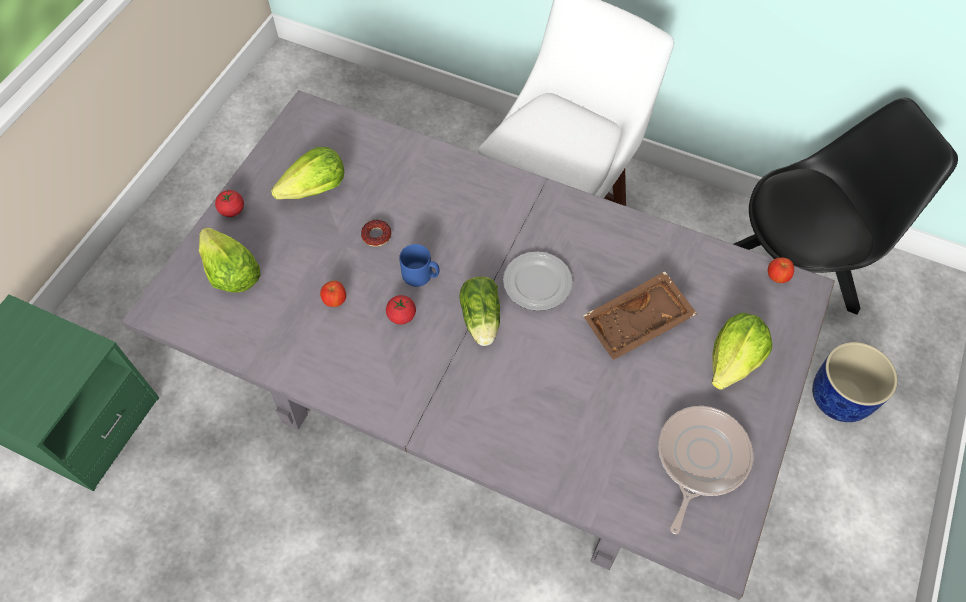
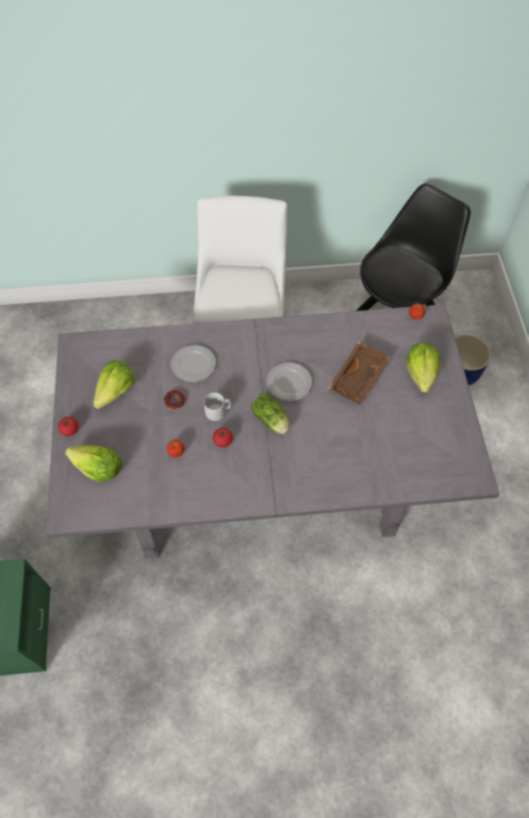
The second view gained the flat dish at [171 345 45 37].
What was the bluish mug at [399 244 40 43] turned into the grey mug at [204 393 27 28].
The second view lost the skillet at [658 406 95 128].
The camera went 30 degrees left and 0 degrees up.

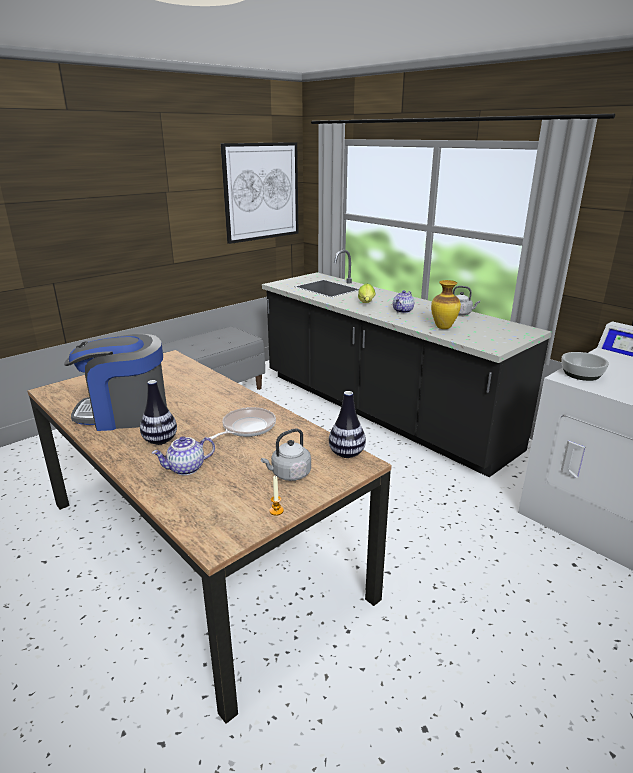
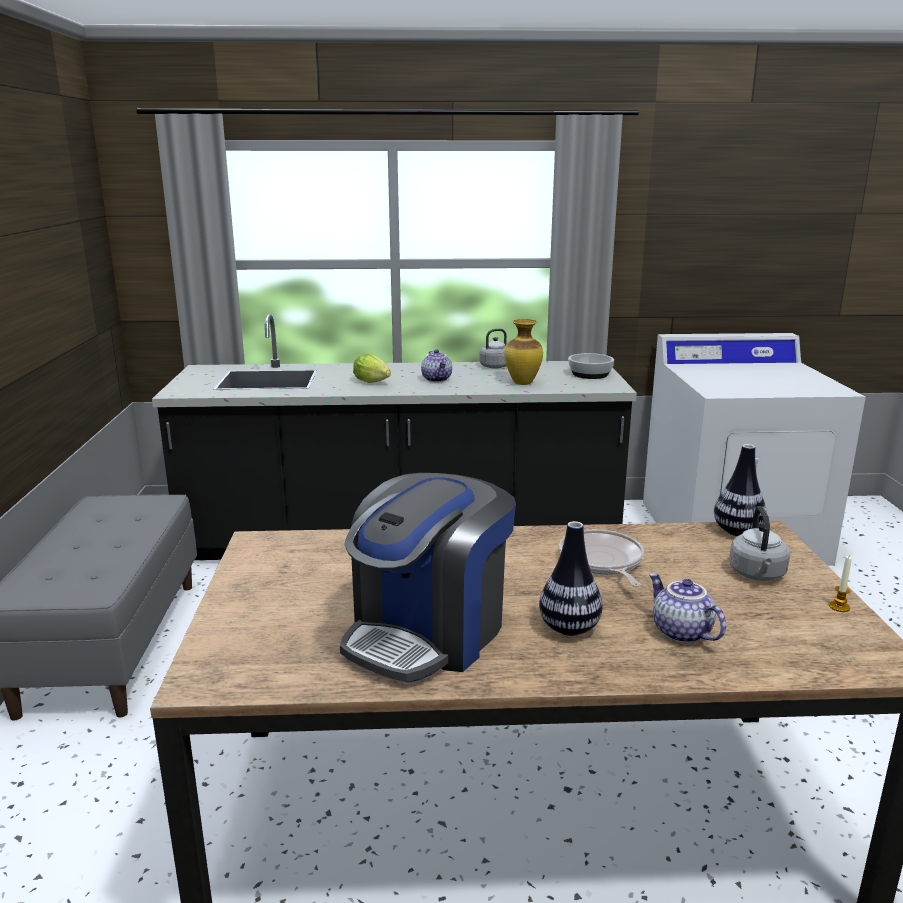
The serving bowl ended up elsewhere, having gone from [561 352 48 29] to [568 353 46 26].
The pot for tea at [152 436 63 39] ended up facing another way, 135 degrees clockwise from before.
The second view lost the picture at [220 142 79 102].
The camera went 50 degrees left and 5 degrees down.

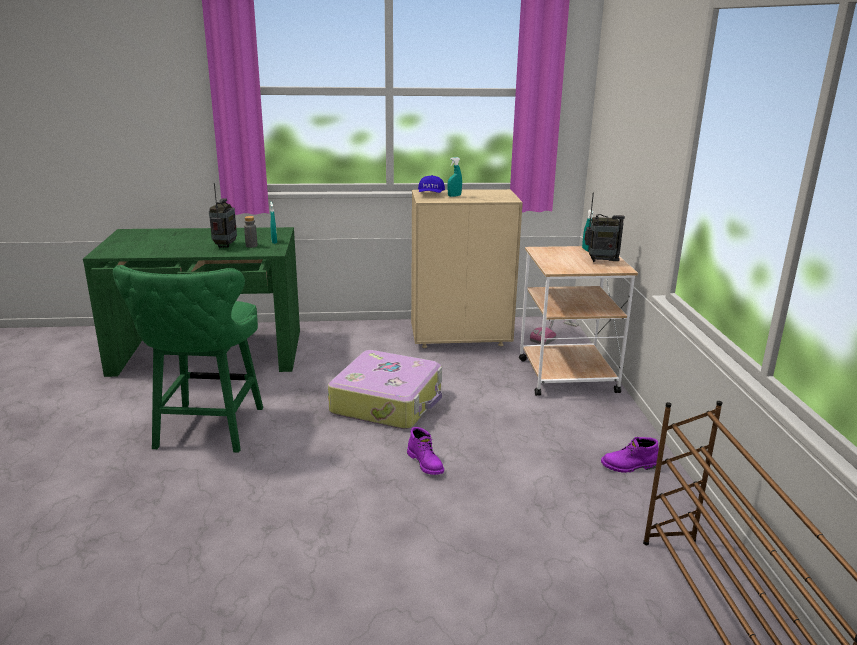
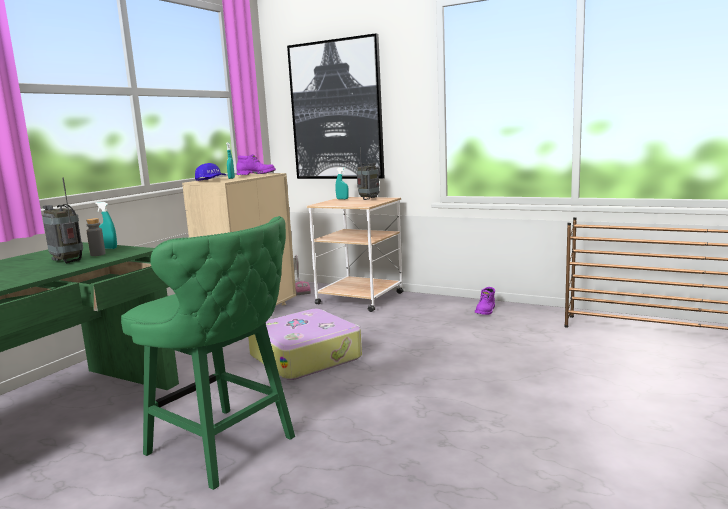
The purple boot ended up elsewhere, having gone from [407 427 37 48] to [237 154 39 21].
The second view gained the picture at [287 33 97 146].
The camera went 55 degrees left and 10 degrees down.

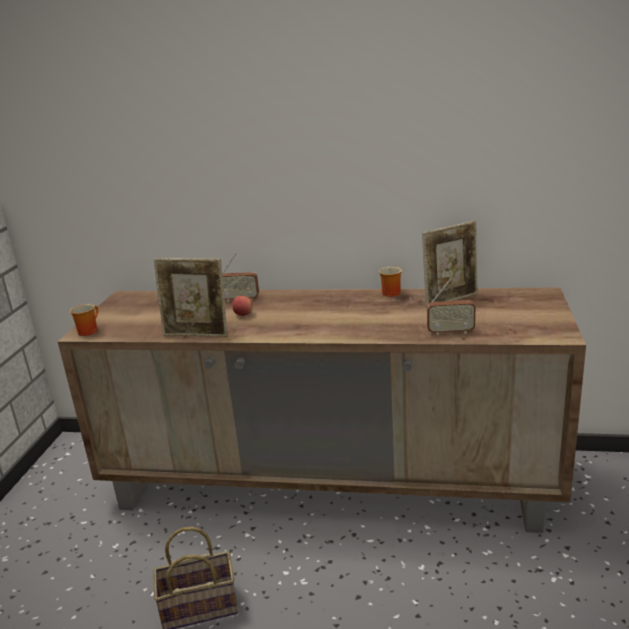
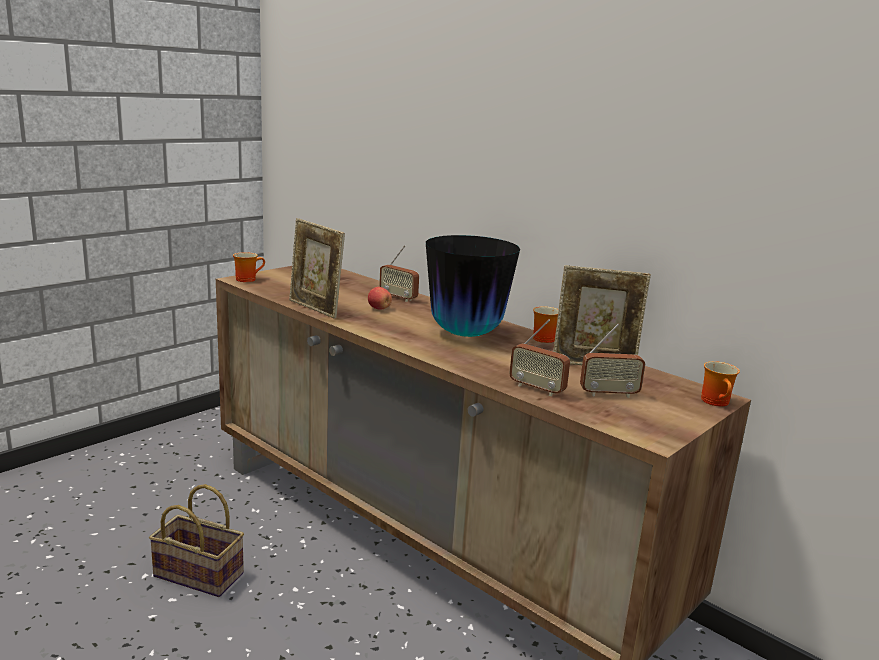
The second view gained the decorative vase at [426 235 94 102].
The second view gained the radio receiver at [580 324 65 74].
The second view gained the mug at [701 361 39 45].
The camera went 30 degrees right and 5 degrees down.

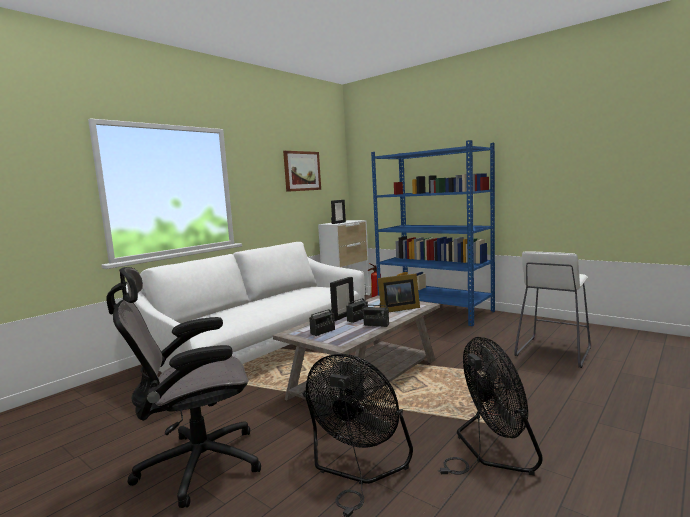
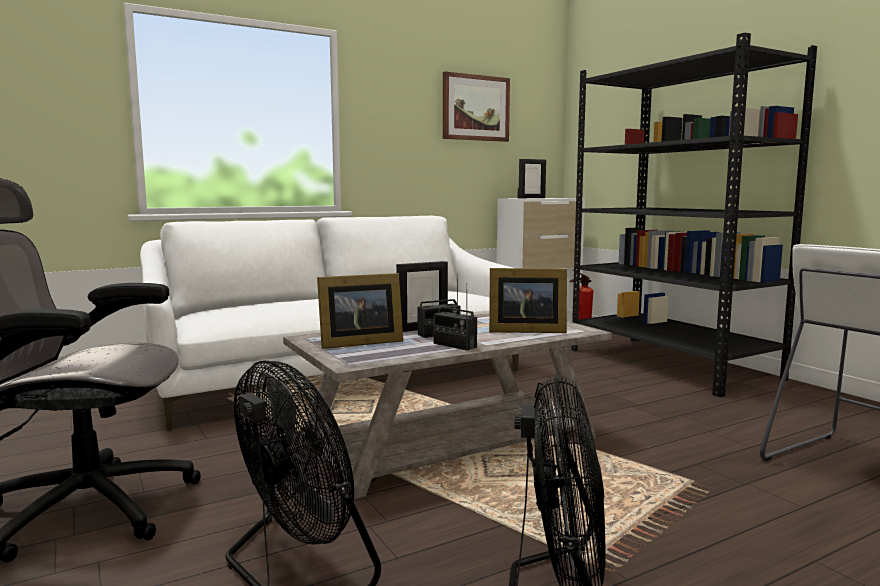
Where the radio receiver stood at [309 300 26 36], the picture frame came to stand at [317 273 86 76].
What was the bluish bookshelf at [371 140 124 186] turned into the black-coloured bookshelf at [571 33 246 364].
The camera went 20 degrees right and 0 degrees up.

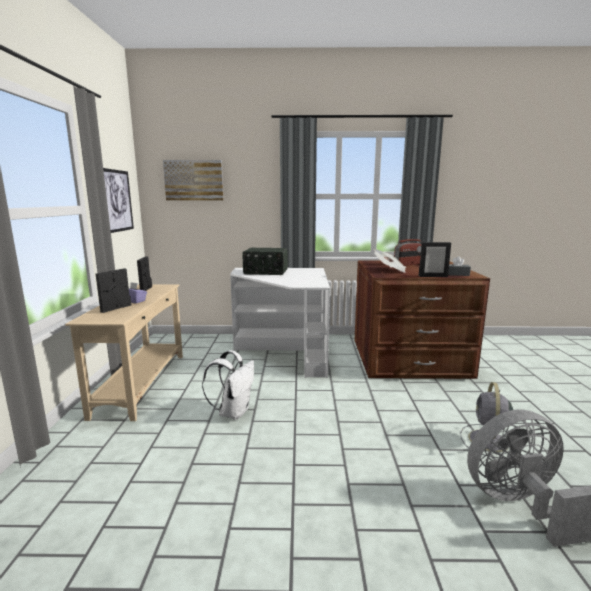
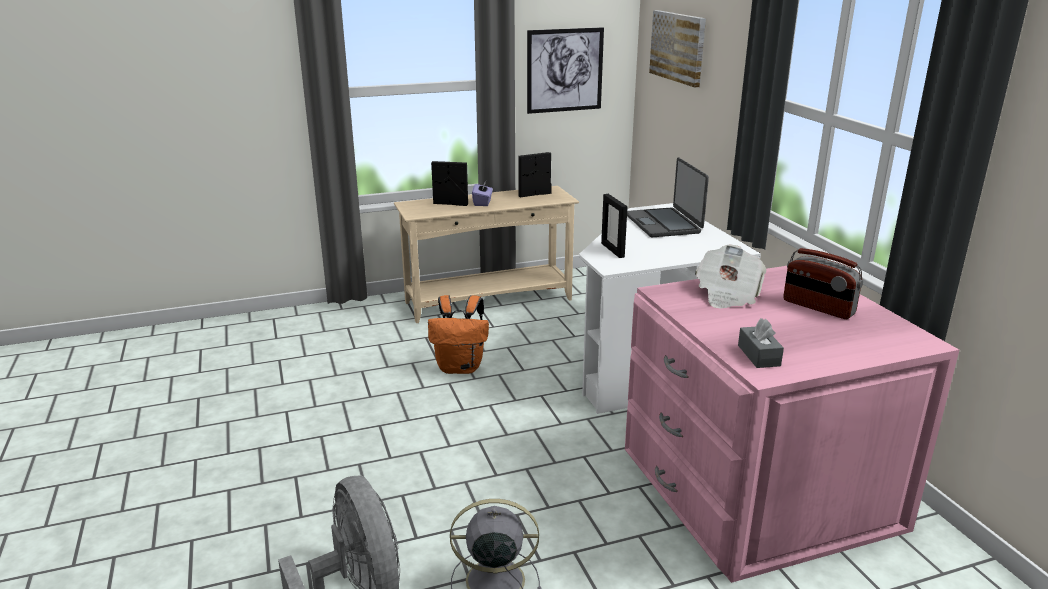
What was the white-coloured backpack at [202 350 52 70] turned into the orangey backpack at [428 295 61 79].
The picture frame ended up elsewhere, having gone from [419 242 32 35] to [601 194 27 64].
What was the brown chest of drawers at [354 260 136 119] turned into the pink chest of drawers at [625 266 334 317].
Where the radio receiver stood at [242 248 46 27], the laptop came to stand at [627 157 82 80].
The camera went 70 degrees right and 10 degrees up.

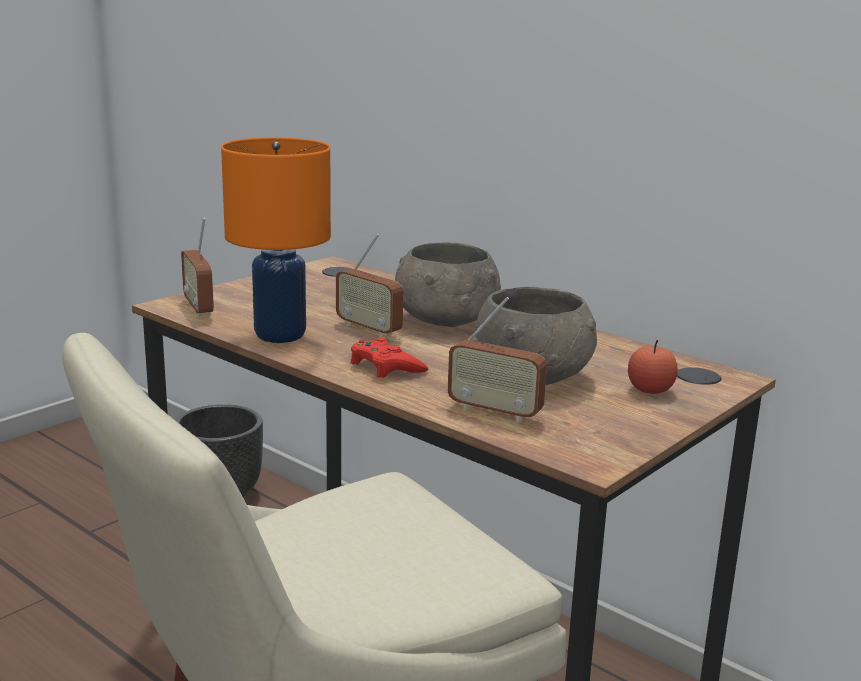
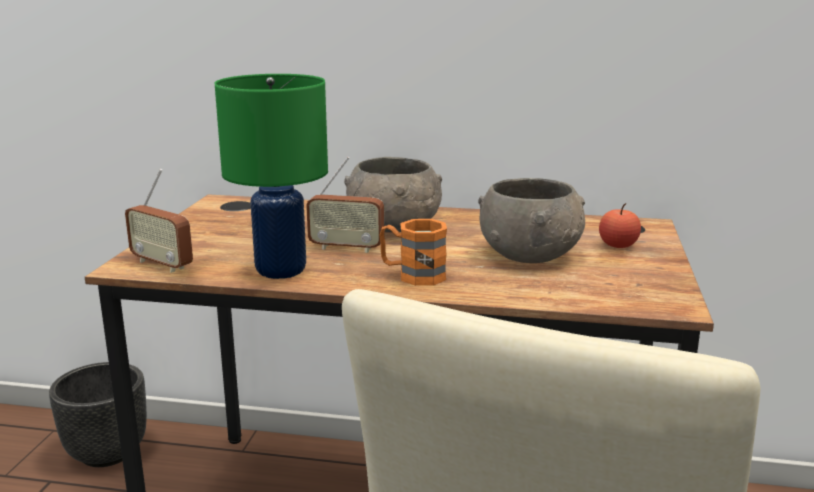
What was the orangey lamp for a table at [221 137 110 206] turned into the green lamp for a table at [215 74 113 205].
Where the red joypad stood at [351 338 77 40], the orangey mug came to stand at [380 219 67 67].
The second view lost the radio receiver at [448 297 99 126].
The camera went 30 degrees left and 0 degrees up.

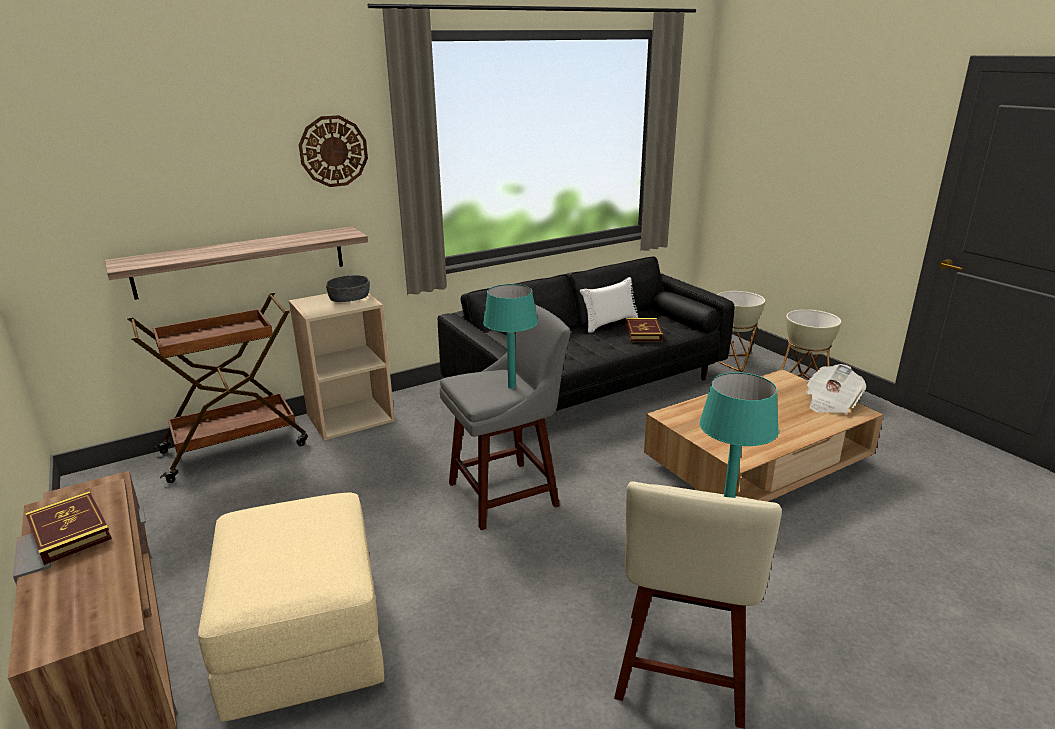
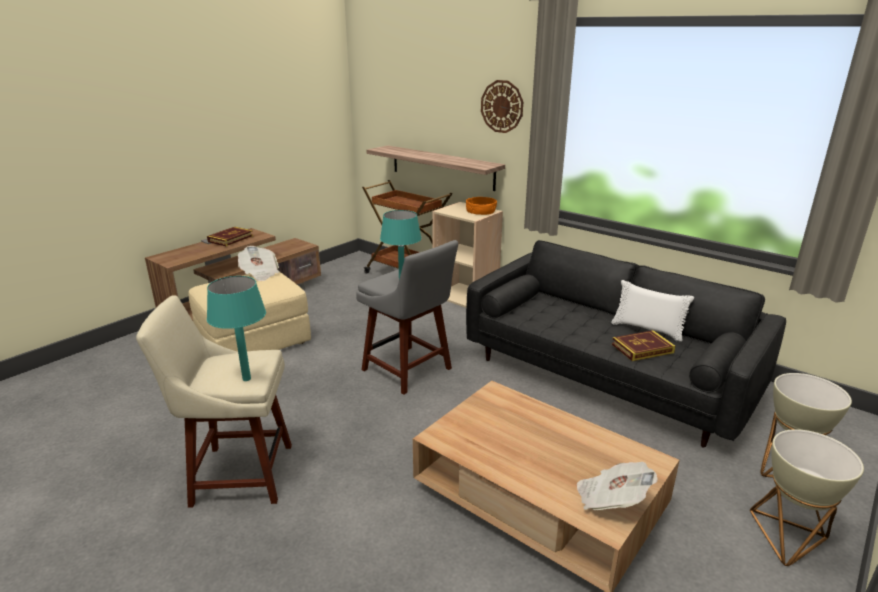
The second view gained the printed paper at [238 246 41 35].
What was the grey serving bowl at [326 275 44 27] turned into the orangey serving bowl at [466 197 31 18].
The camera went 70 degrees right and 0 degrees up.

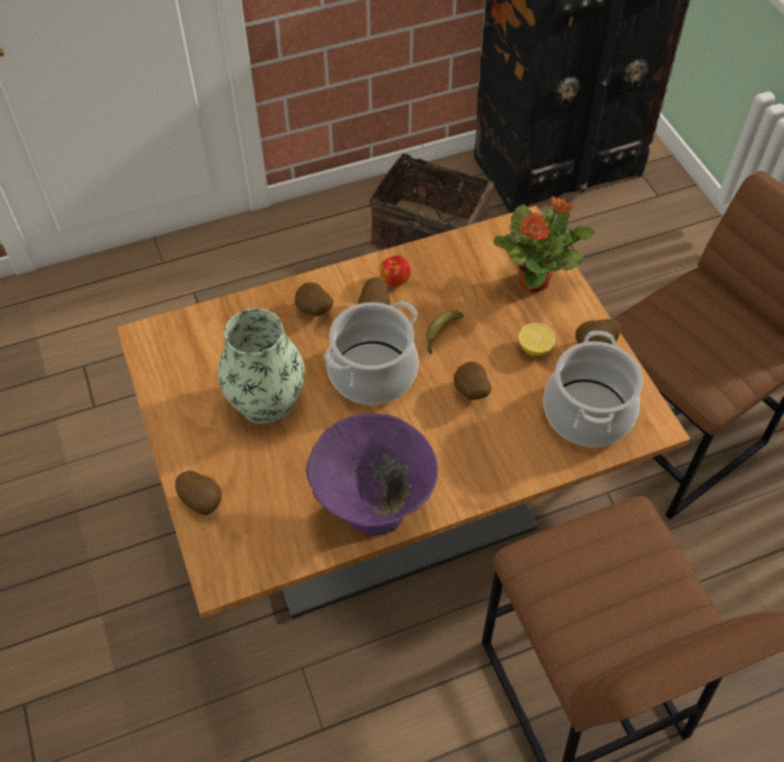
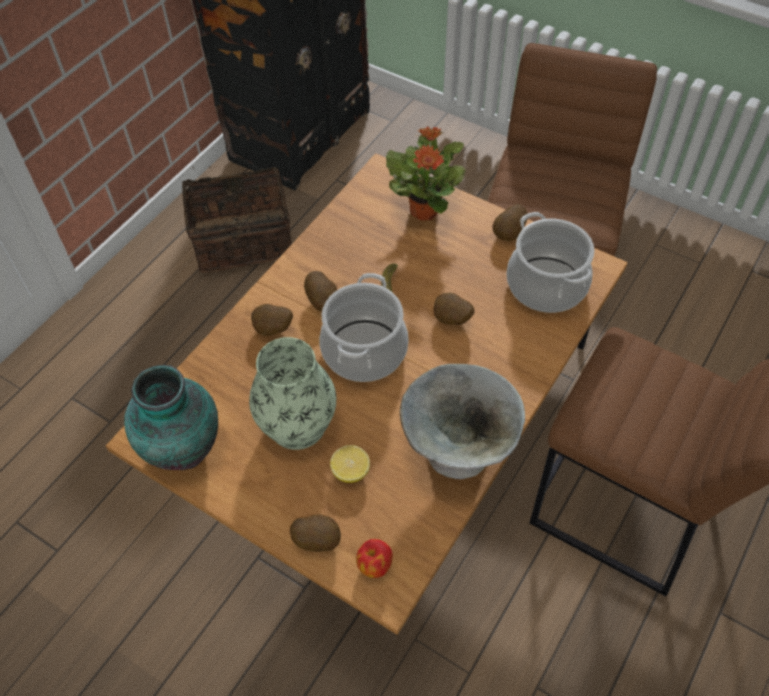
The second view gained the decorative vase at [124 365 94 105].
The citrus fruit ended up elsewhere, having gone from [518 323 37 33] to [330 445 40 38].
The apple ended up elsewhere, having gone from [380 256 31 31] to [356 539 37 39].
What was the purple serving bowl at [306 413 132 123] turned into the grey serving bowl at [400 364 125 115].
The camera went 35 degrees left and 0 degrees up.

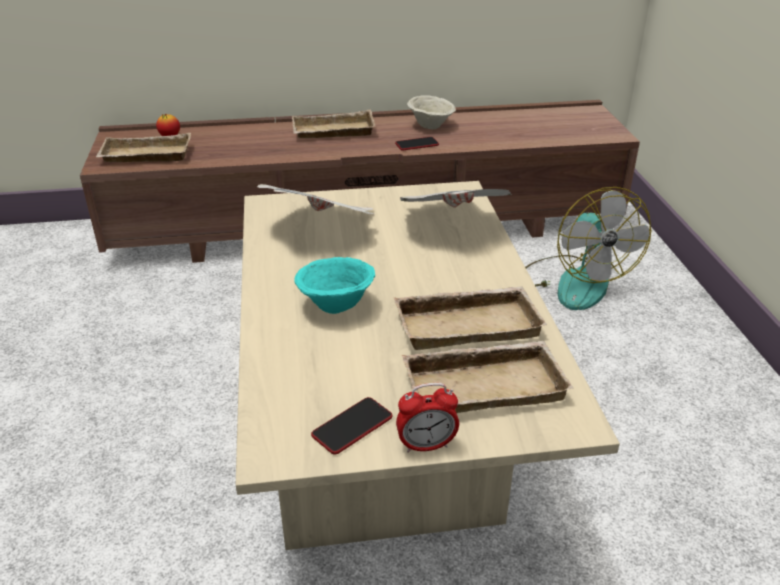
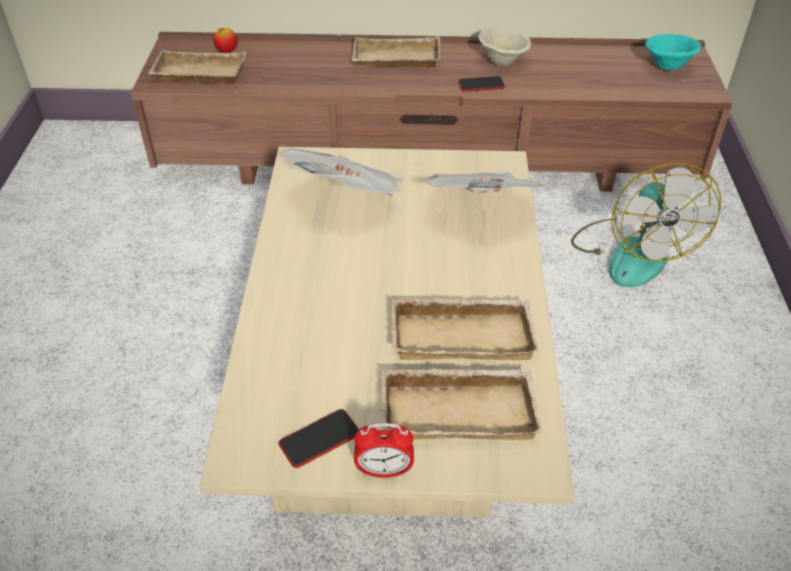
The turquoise serving bowl ended up elsewhere, having gone from [294 257 81 57] to [645 34 56 37].
The camera went 10 degrees right and 10 degrees up.

